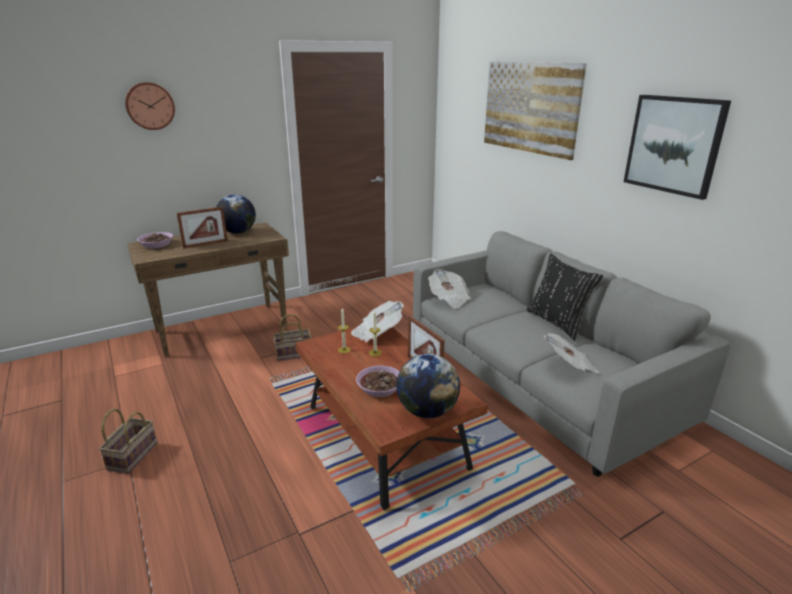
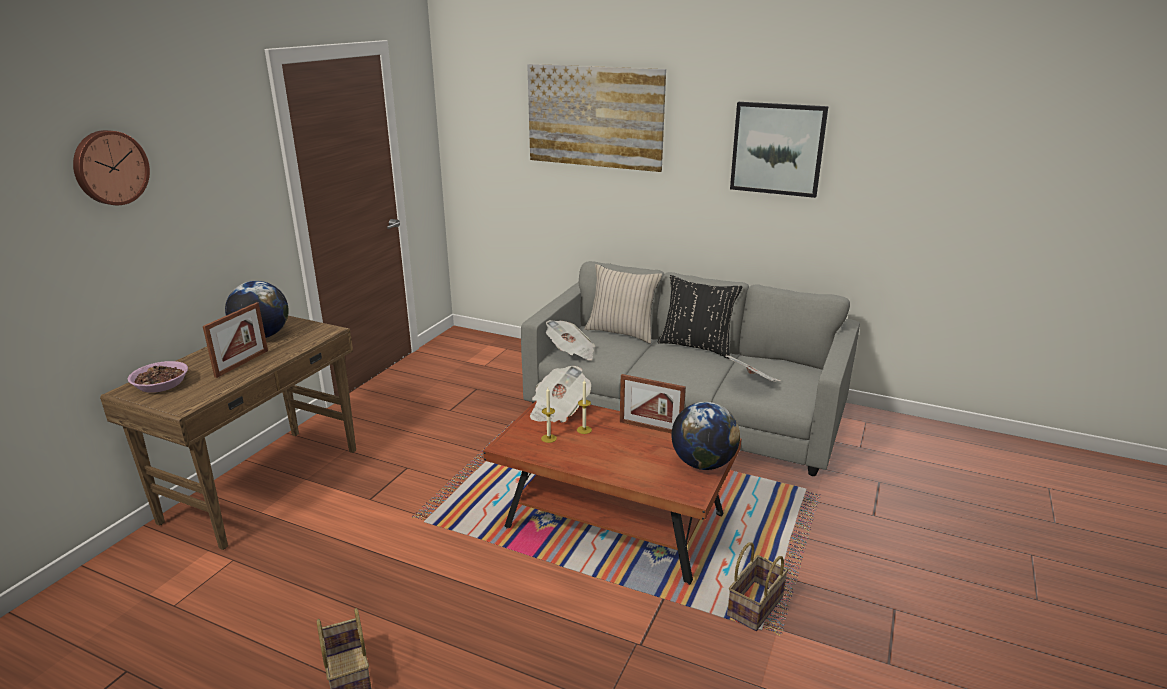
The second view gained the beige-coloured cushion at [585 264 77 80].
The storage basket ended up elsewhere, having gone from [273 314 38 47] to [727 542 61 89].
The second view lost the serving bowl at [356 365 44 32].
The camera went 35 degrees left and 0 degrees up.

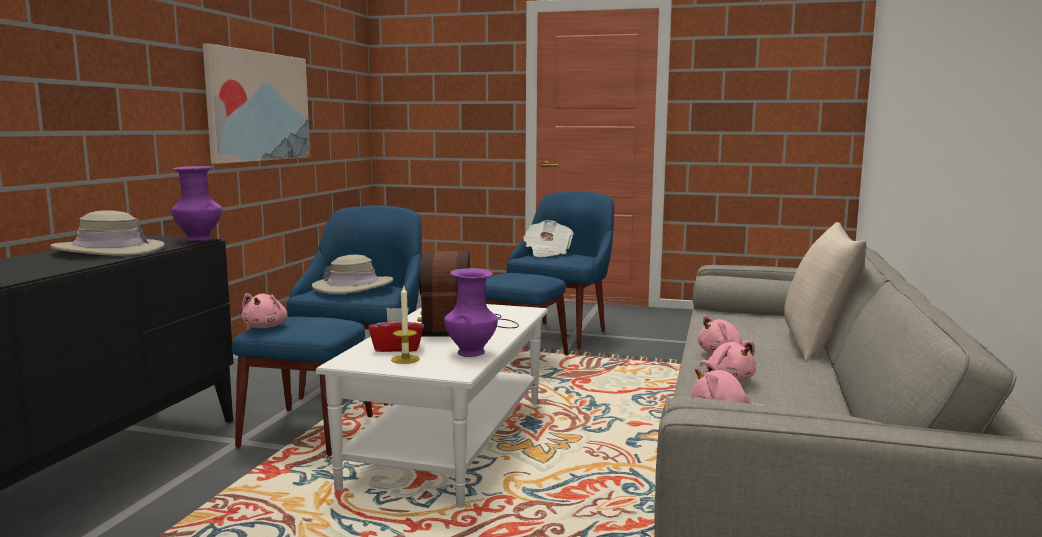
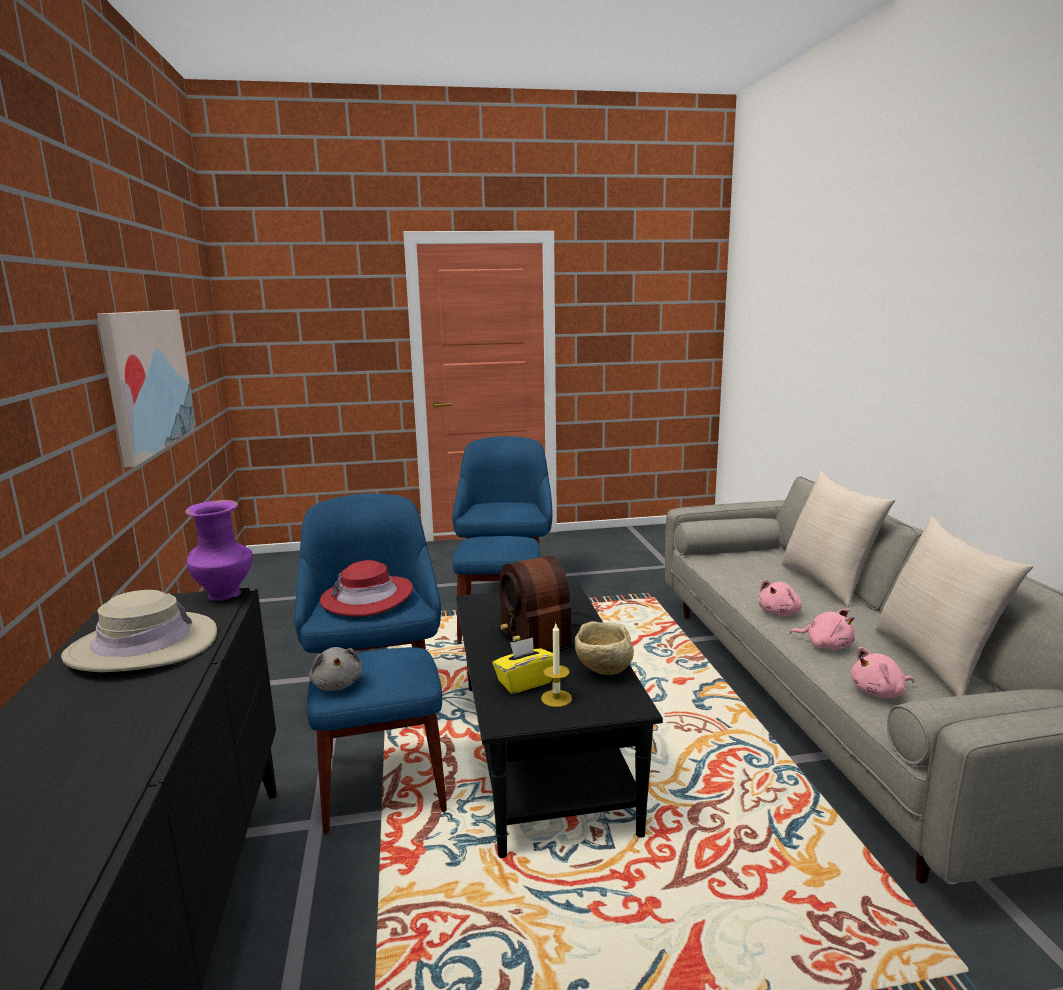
What was the pink cuddly toy at [242 293 45 35] turned into the grey cuddly toy at [309 647 53 44].
What was the beige-coloured hat at [312 255 81 39] turned into the red hat at [320 560 93 57].
What was the white-coloured lounge table at [316 304 232 204] turned into the black-coloured lounge table at [456 585 207 273].
What was the red tissue box at [369 308 55 44] turned into the yellowish tissue box at [492 637 61 57].
Where the purple decorative vase stood at [444 268 54 89], the beige-coloured serving bowl came to stand at [575 621 59 54].
The second view gained the beige-coloured cushion at [875 517 158 179].
The second view lost the printed paper at [523 220 51 37].
The camera went 25 degrees left and 5 degrees up.

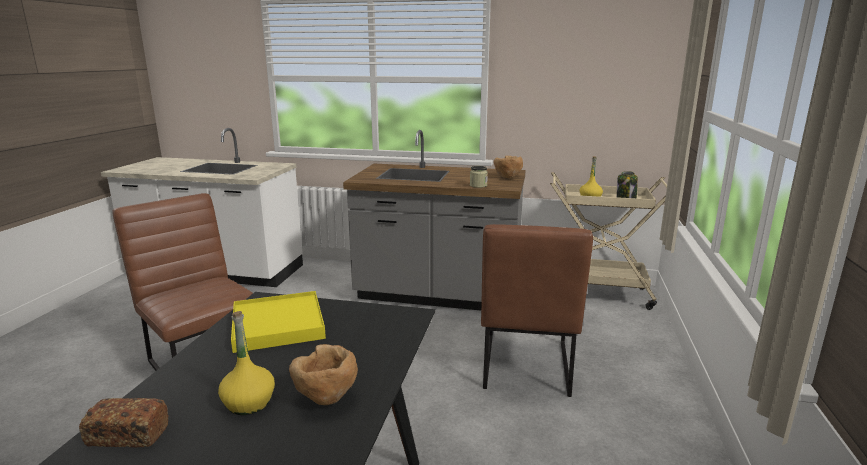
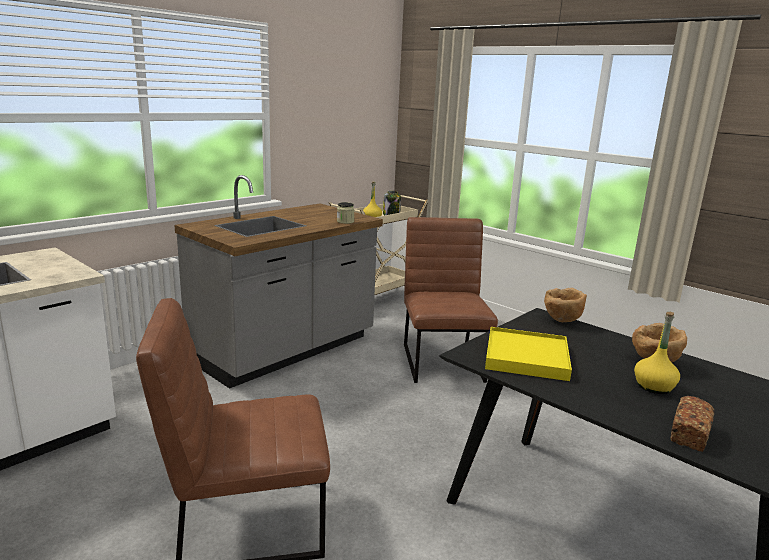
The brown upright chair at [481 224 112 173] ended up facing another way, 135 degrees counterclockwise from before.
The brown serving bowl ended up elsewhere, having gone from [494 156 29 23] to [544 288 43 34].
The camera went 60 degrees left and 0 degrees up.

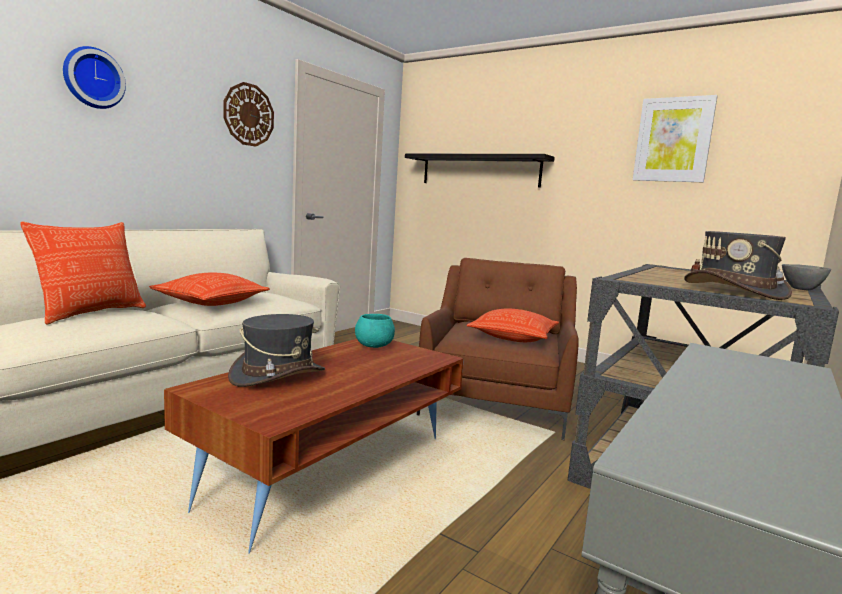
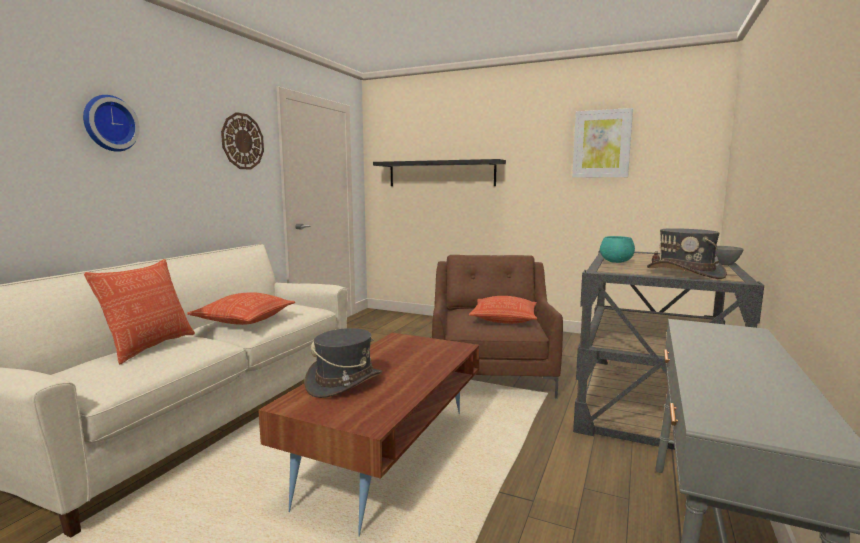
The turquoise serving bowl ended up elsewhere, having gone from [355 314 40 34] to [600 236 35 27].
The camera went 10 degrees left and 0 degrees up.

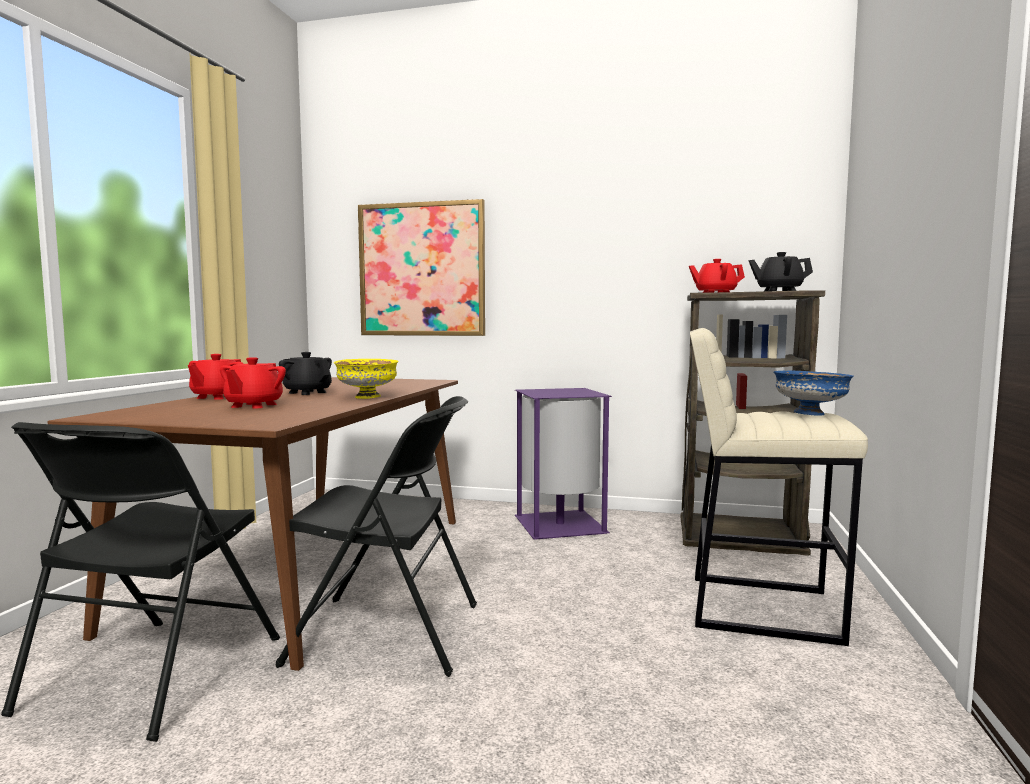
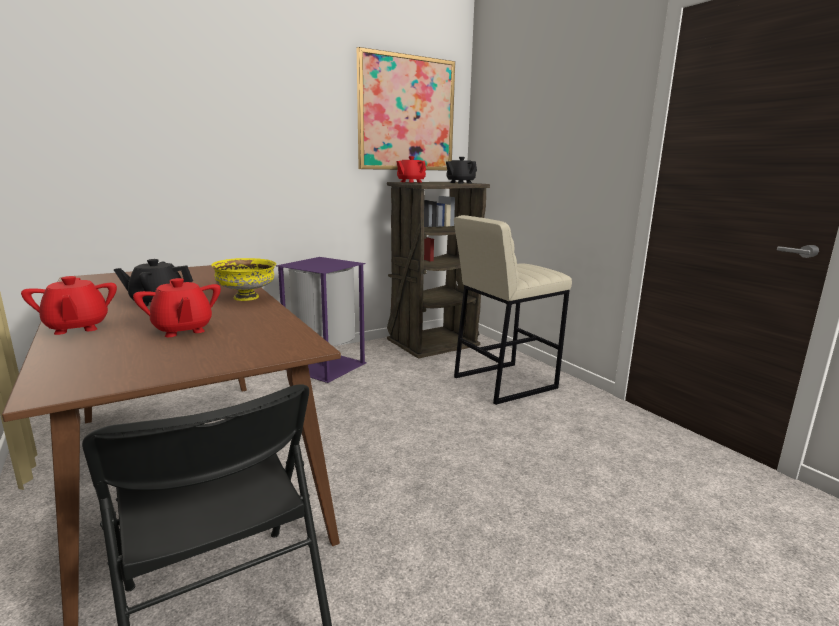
The picture ended up elsewhere, having gone from [358 199 127 137] to [357 47 98 123].
The second view lost the black-coloured upright chair at [276 396 201 281].
The second view lost the bluish serving bowl at [774 371 80 45].
The camera went 45 degrees left and 10 degrees up.

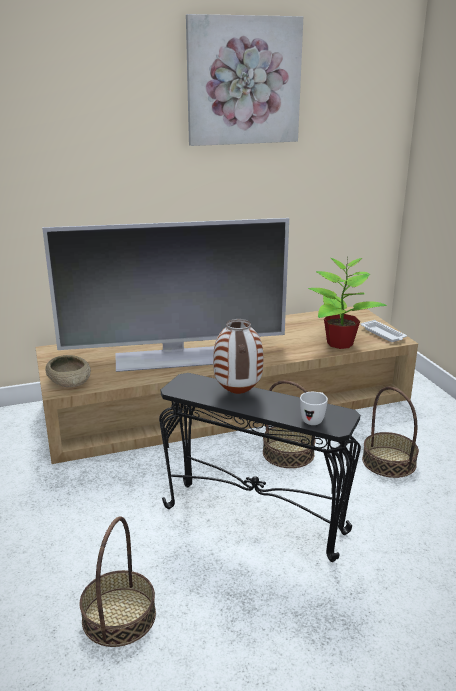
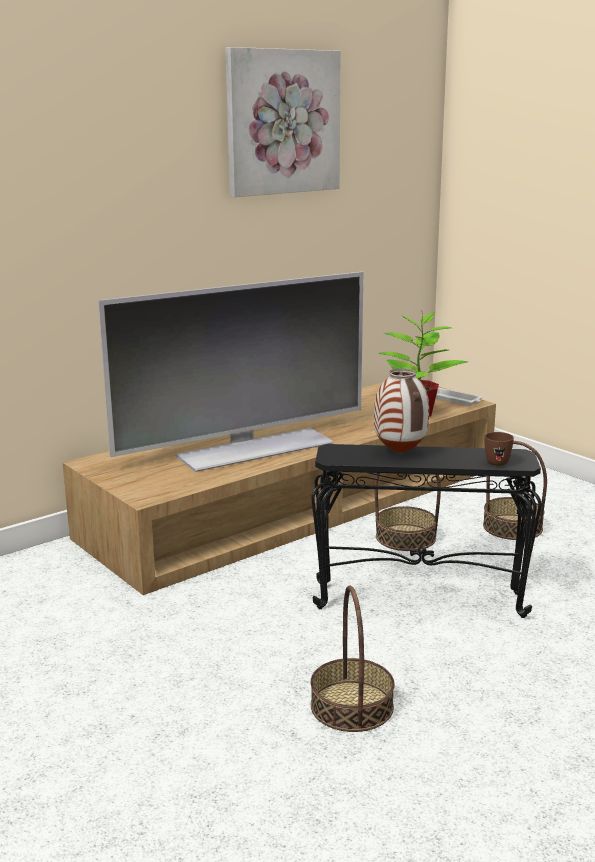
What was the white-coloured mug at [300 392 28 33] turned into the brown mug at [484 432 30 34].
The second view lost the beige-coloured serving bowl at [45 355 46 32].
The camera went 20 degrees left and 5 degrees down.

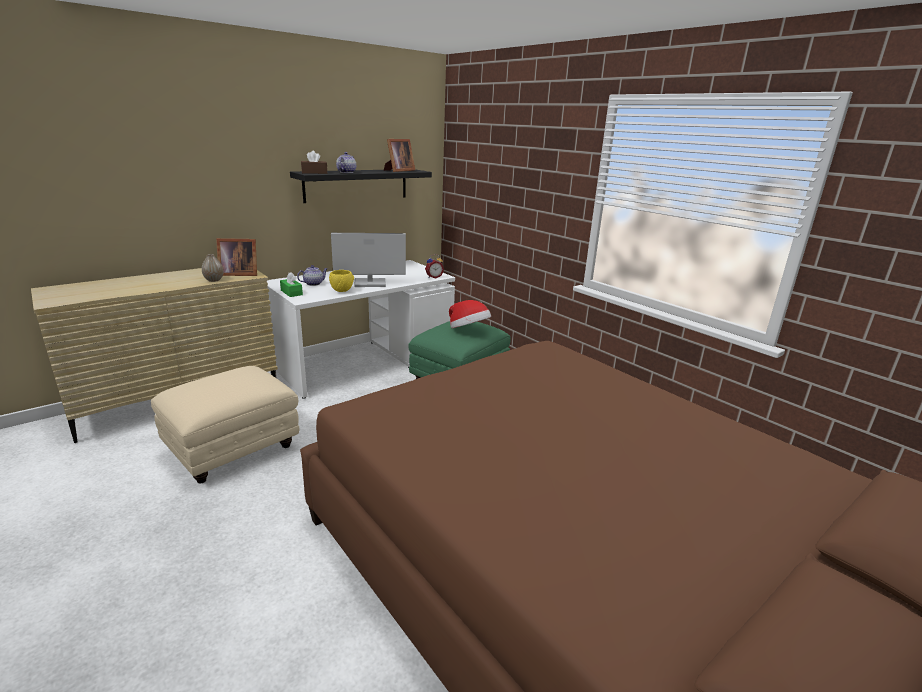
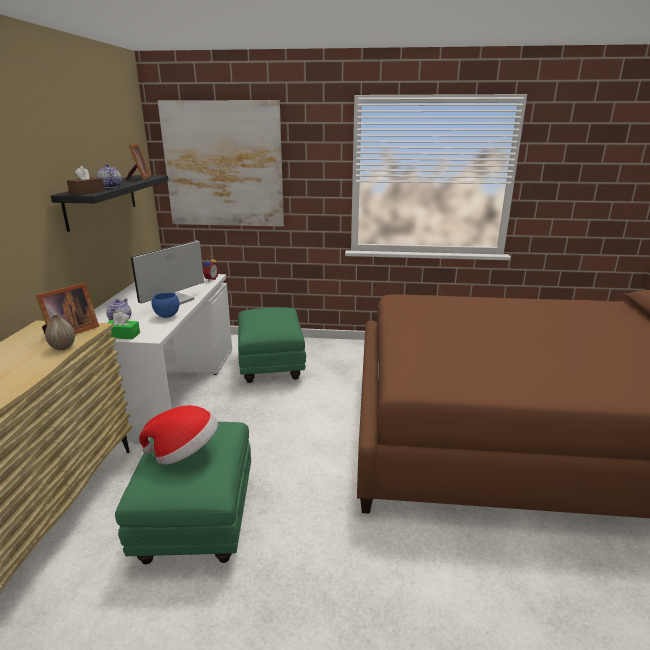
What was the beige-coloured ottoman at [151 366 148 117] turned into the green ottoman at [115 422 136 142].
The hat ended up elsewhere, having gone from [449 300 42 28] to [139 405 79 60].
What was the yellowish serving bowl at [329 270 25 22] turned into the bluish serving bowl at [151 293 28 25].
The second view gained the picture at [158 100 126 127].
The camera went 45 degrees left and 0 degrees up.

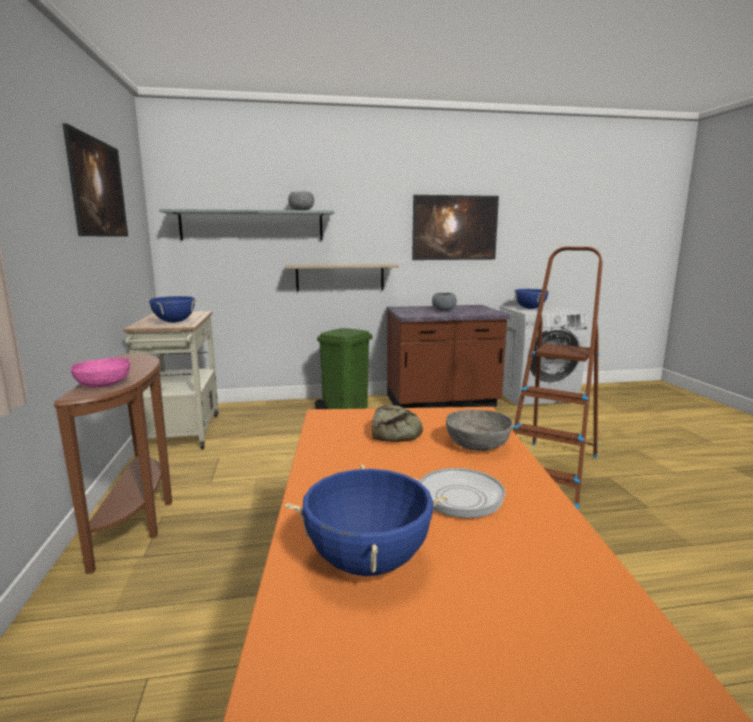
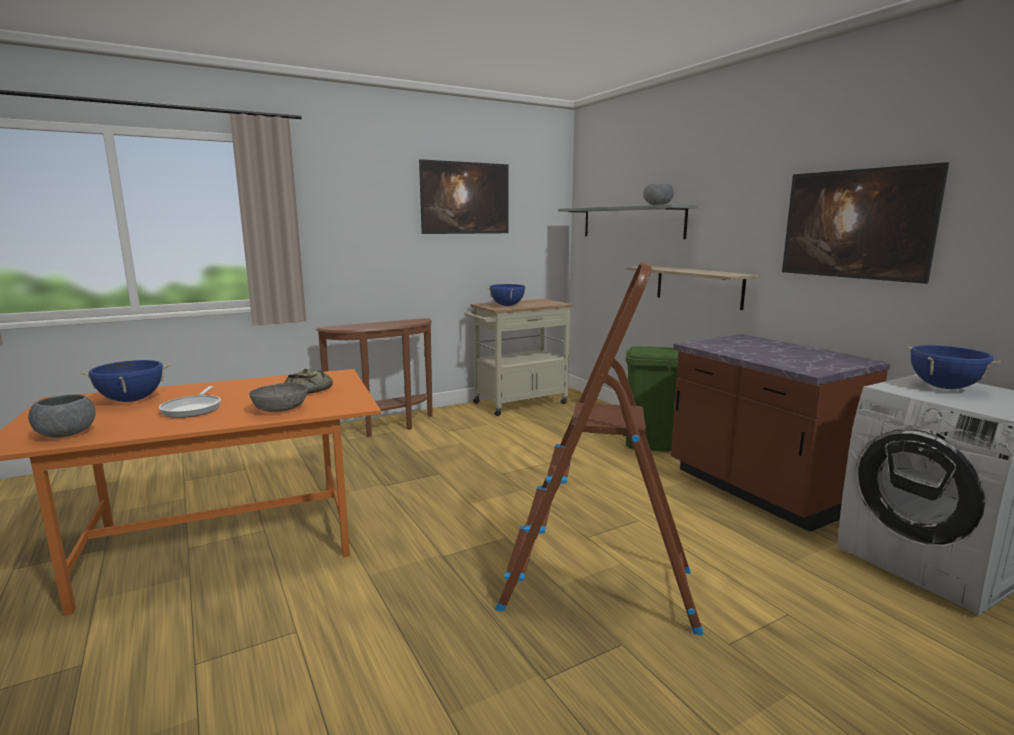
The grey serving bowl ended up elsewhere, having gone from [432 293 25 18] to [28 394 68 43].
The second view lost the pink serving bowl at [71 358 59 30].
The camera went 70 degrees right and 0 degrees up.

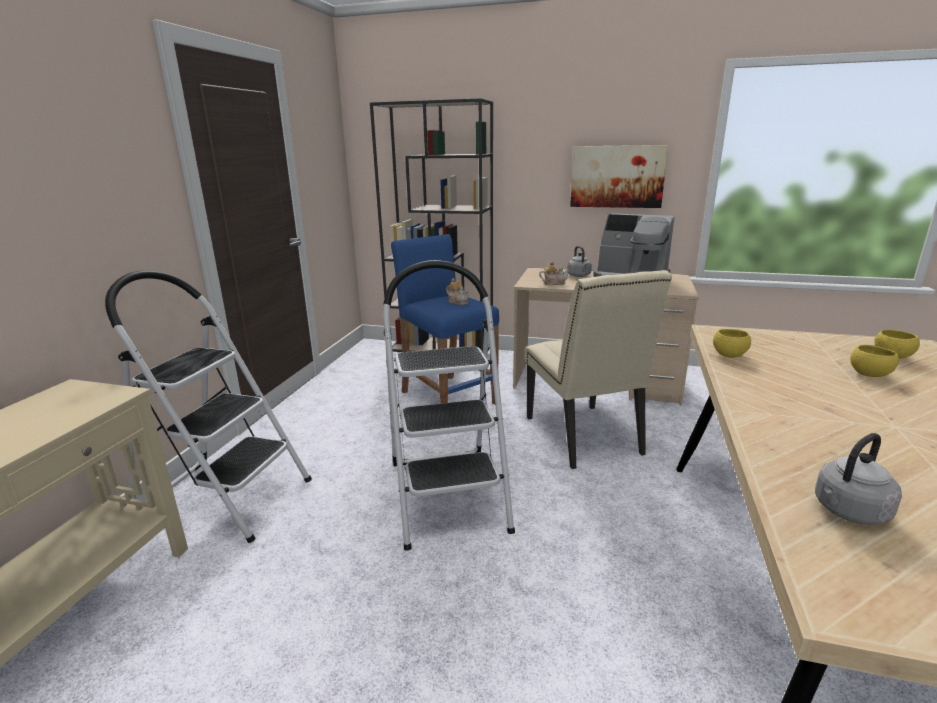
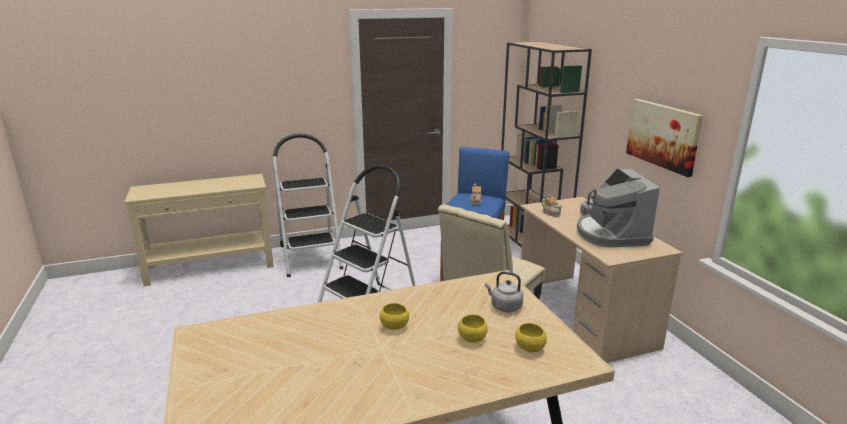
The yellowish serving bowl ended up elsewhere, having gone from [713 329 38 29] to [380 303 29 27].
The grey kettle ended up elsewhere, having gone from [815 433 87 92] to [485 272 38 40].
The camera went 55 degrees right and 0 degrees up.

